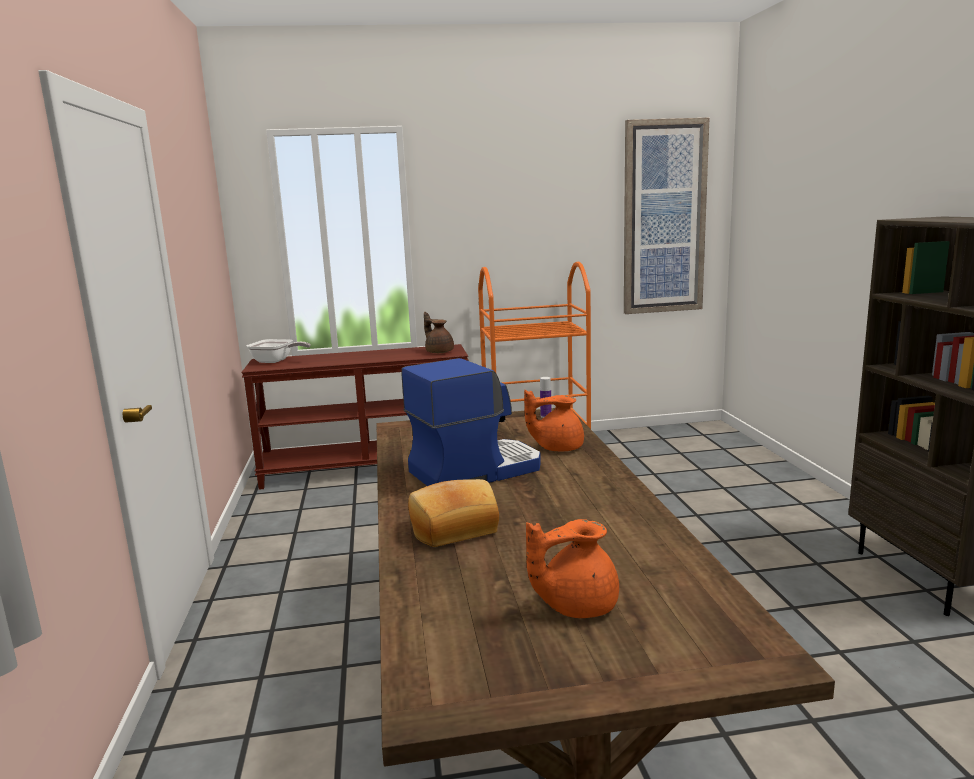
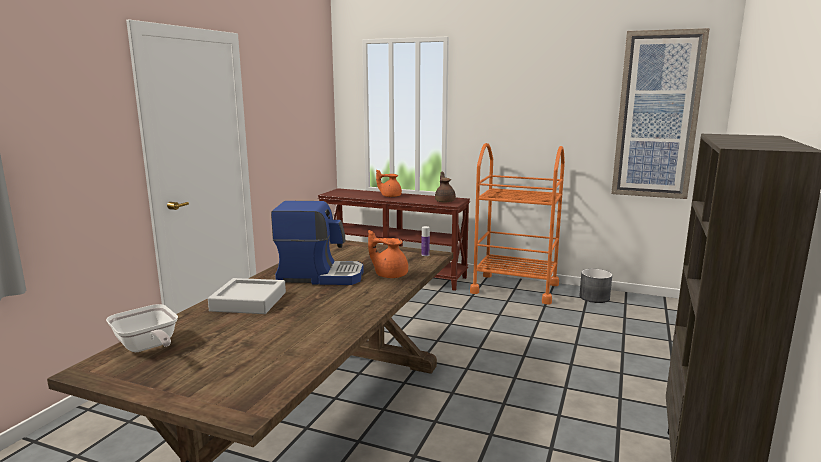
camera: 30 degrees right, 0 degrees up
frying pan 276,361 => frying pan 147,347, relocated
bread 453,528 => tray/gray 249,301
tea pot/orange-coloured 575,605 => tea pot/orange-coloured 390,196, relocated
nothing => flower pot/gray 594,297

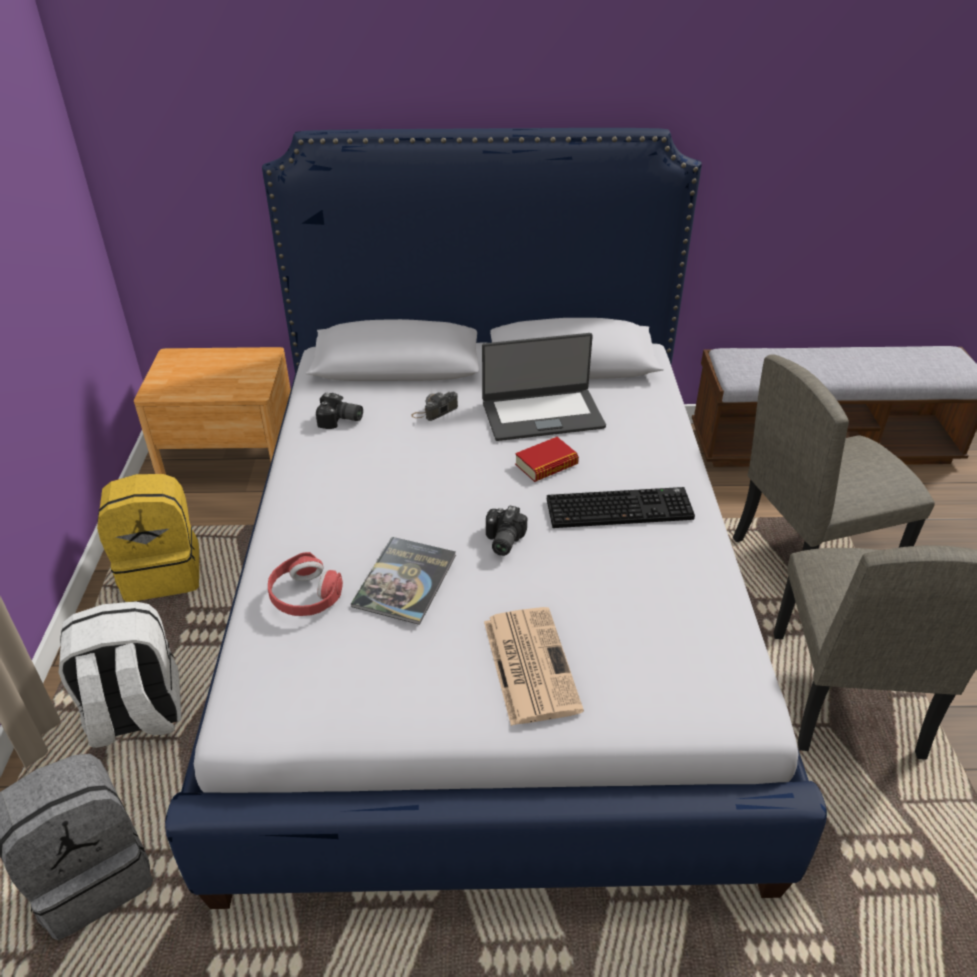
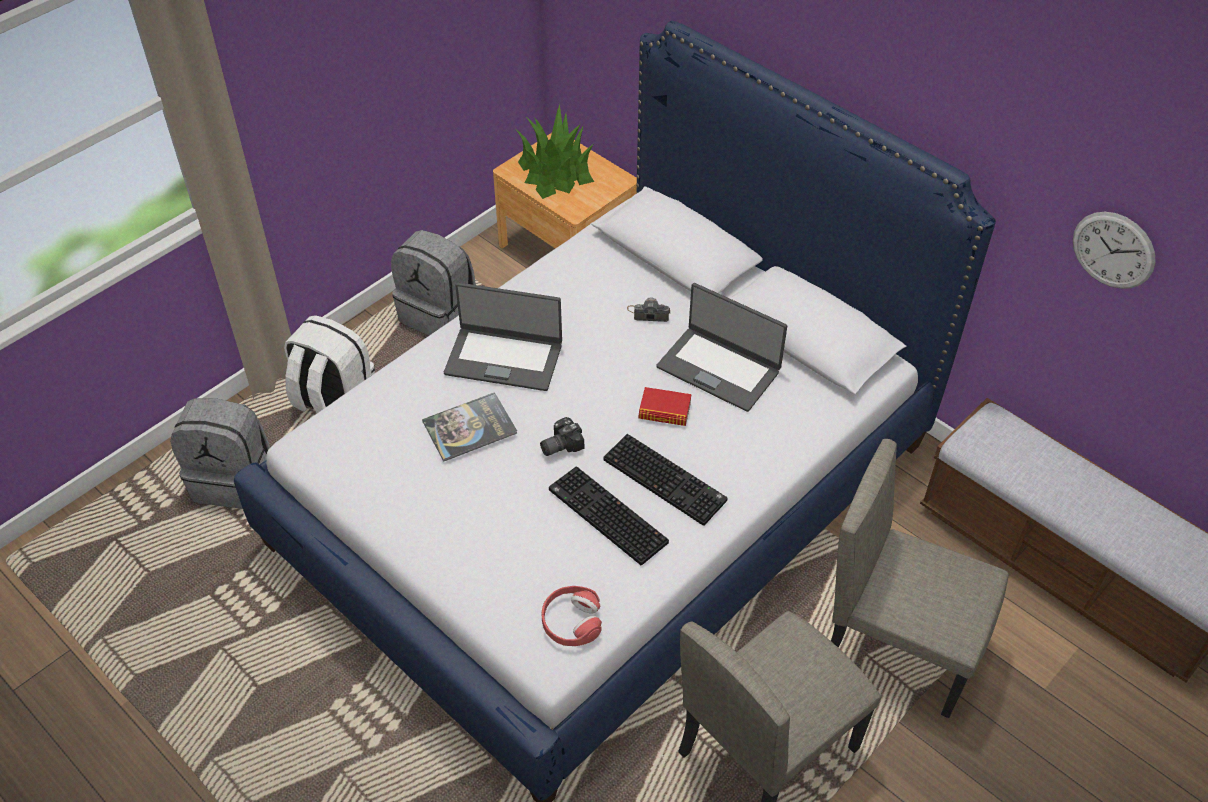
camera: 45 degrees right, 10 degrees up
photo camera 340,421 => nothing
backpack/yellow 163,572 => backpack/gray 439,314
pair of headphones/reddish 305,595 => pair of headphones/reddish 571,621, relocated
newspaper 529,663 => nothing
nothing => houseplant 555,171
nothing => clock on the wall 1113,250
nothing => notebook computer 504,358
nothing => keyboard 605,516

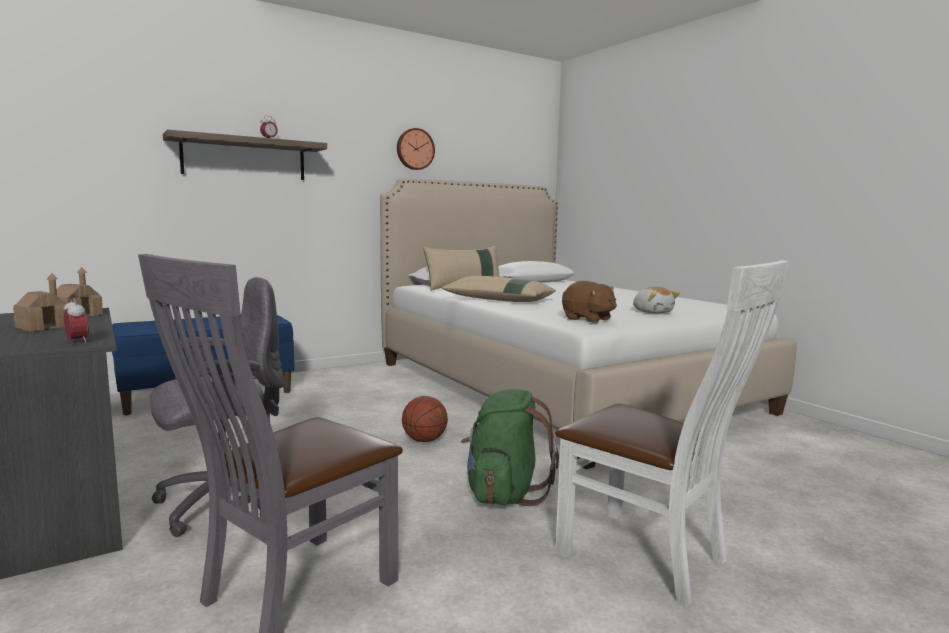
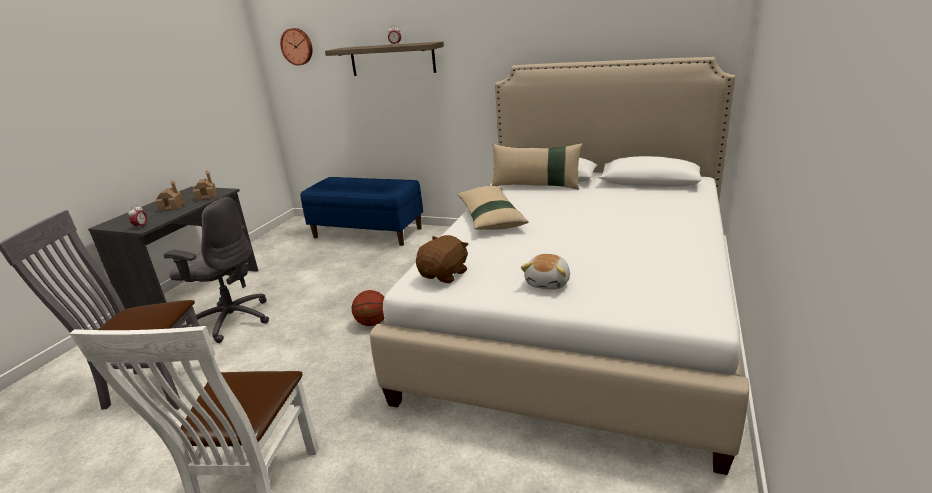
camera: 55 degrees right, 15 degrees up
clock on the wall 414,149 => clock on the wall 297,46, relocated
plush toy/brownish 588,319 => plush toy/brownish 444,274, 150 degrees counterclockwise
backpack/green-coloured 504,494 => nothing

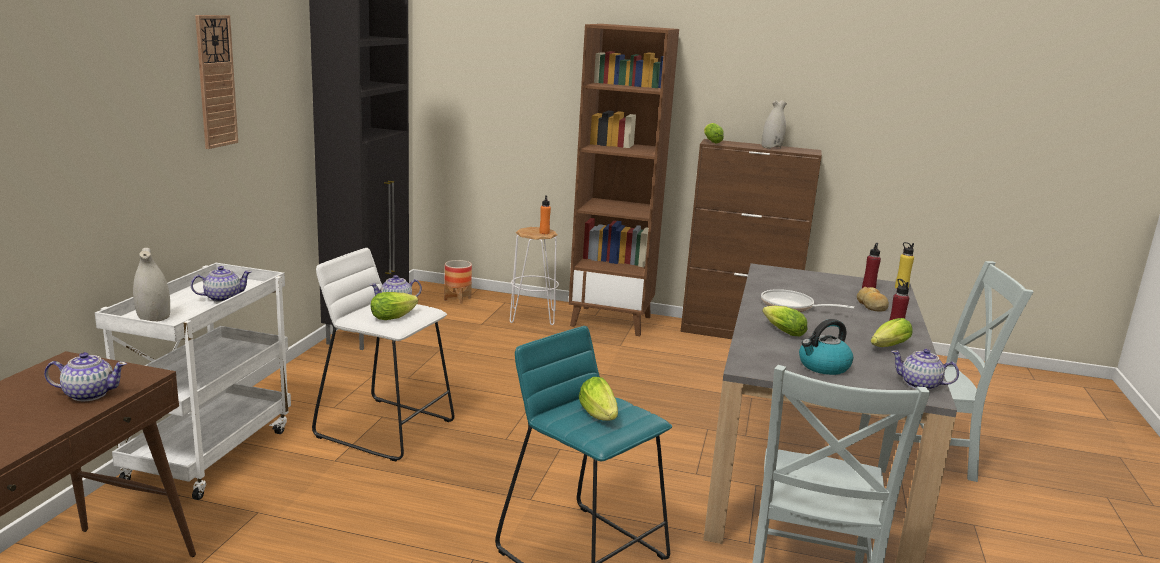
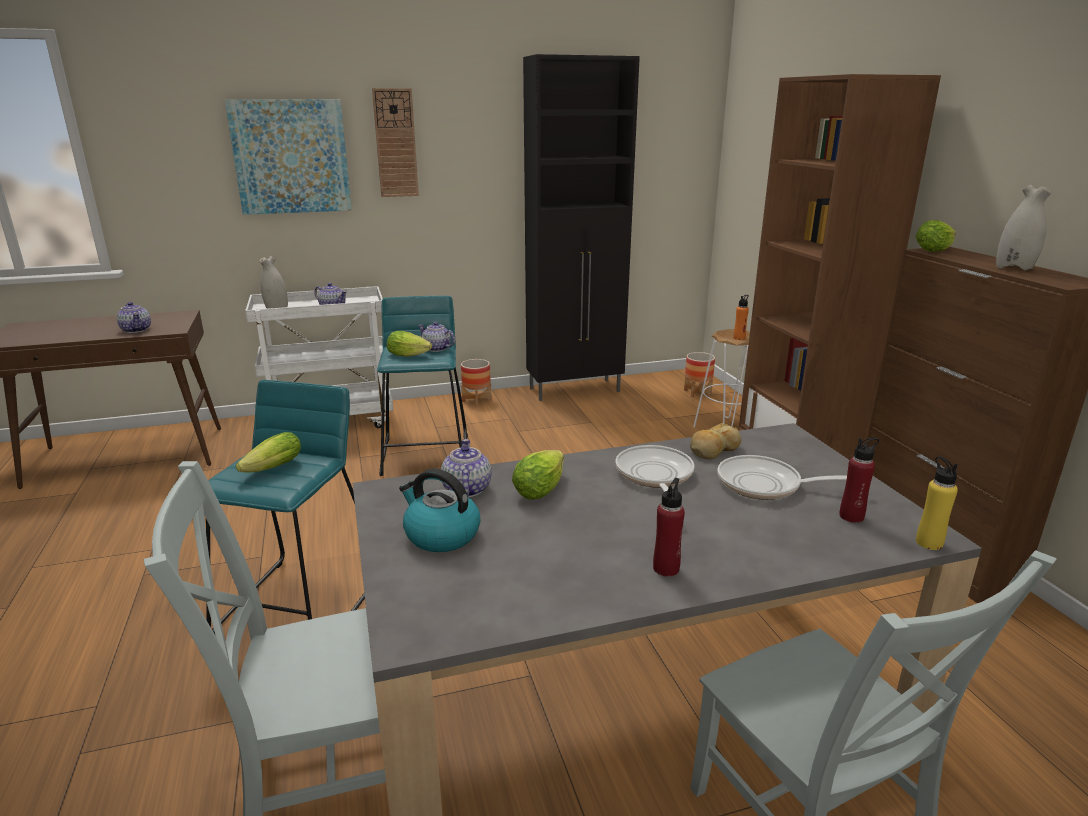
camera: 60 degrees right, 5 degrees up
sitting stool/white-coloured 386,428 => sitting stool/turquoise-coloured 426,454
bread 871,305 => bread 713,450, relocated
lettuce 886,347 => nothing
tea pot 920,385 => tea pot 466,489, relocated
nothing => picture 291,157
nothing => flower pot 476,400
nothing => frying pan 766,485

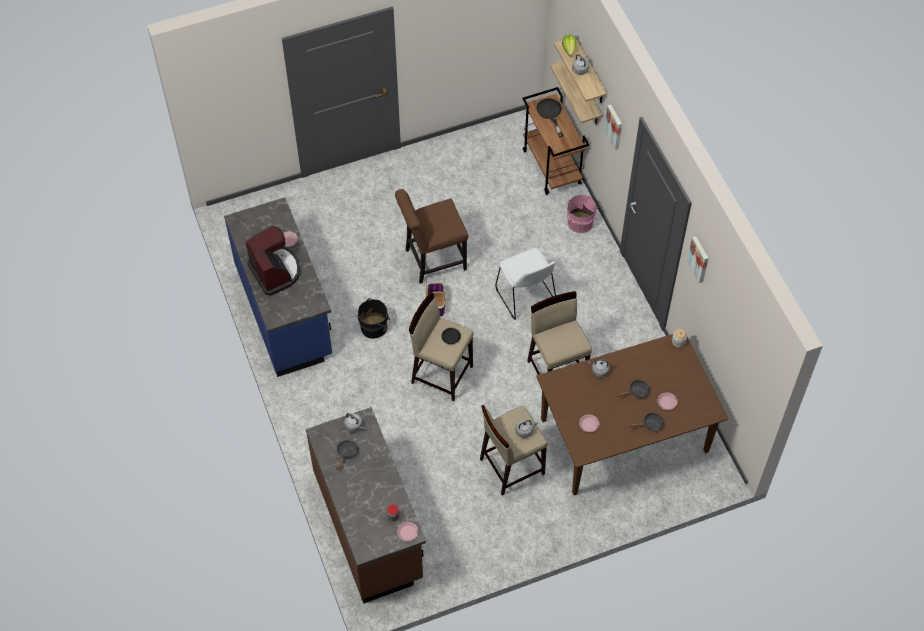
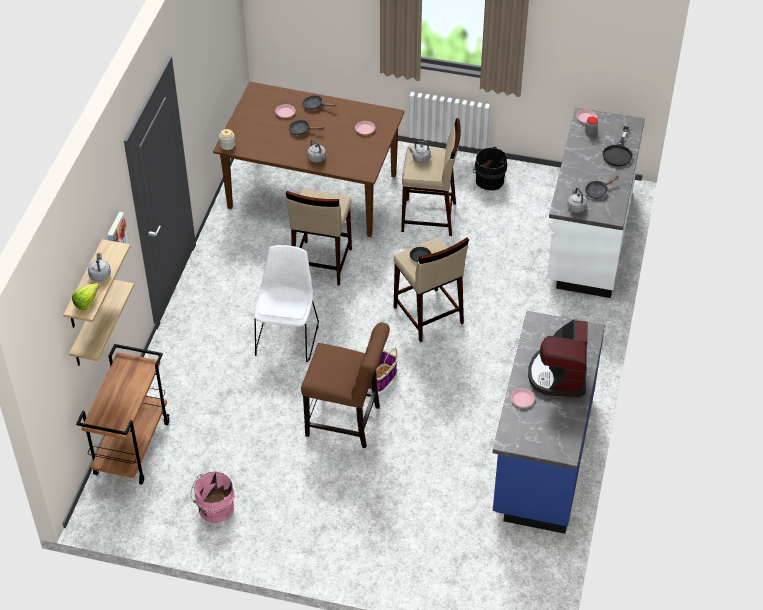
camera: 145 degrees left, 10 degrees down
frying pan/blackish 550,113 => frying pan/blackish 618,153, relocated
bucket/pink-coloured 580,221 => bucket/pink-coloured 214,509, relocated
picture 699,259 => nothing
bucket/blackish 375,326 => bucket/blackish 488,180, relocated
kitchen base unit/brownish 369,526 => kitchen base unit/white-coloured 588,237

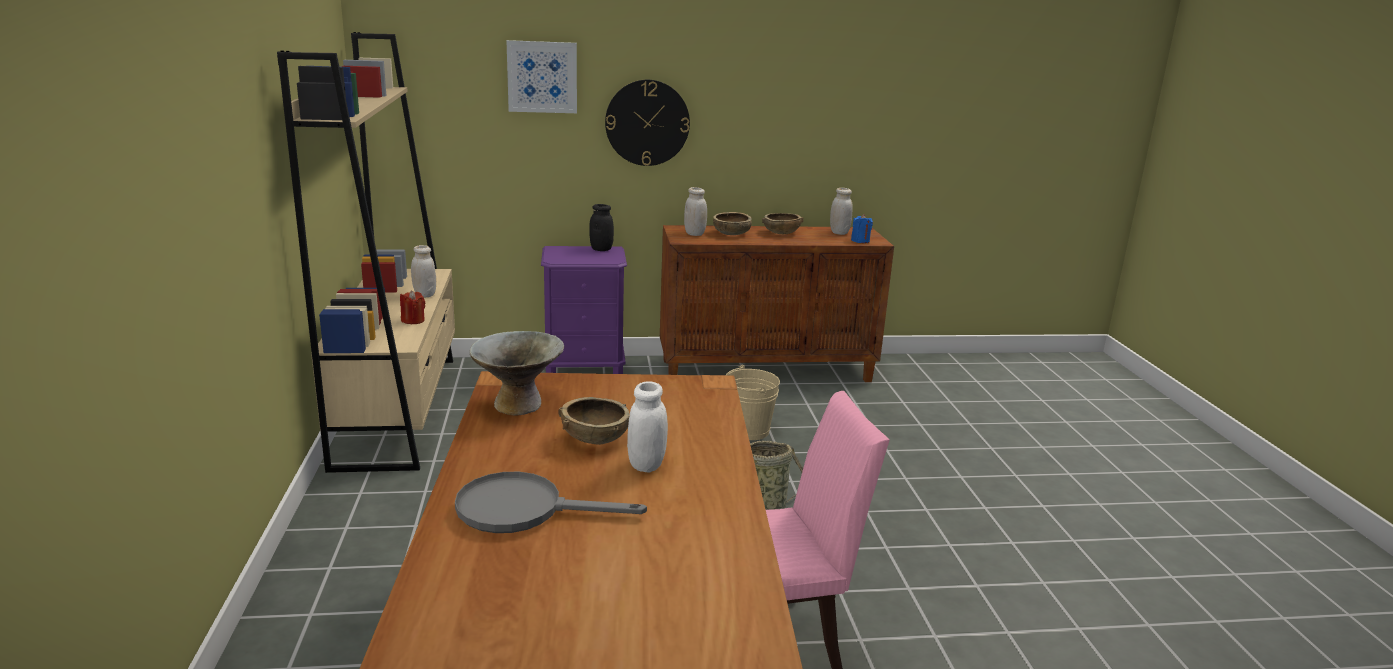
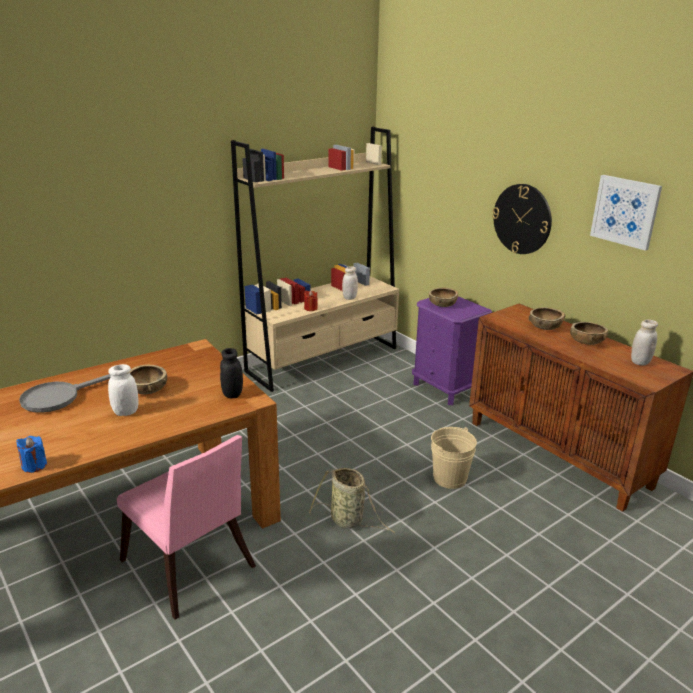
camera: 60 degrees right, 5 degrees up
picture 542,77 => picture 625,211, relocated
jar/white-coloured 694,234 => nothing
jar/blackish 601,249 => jar/blackish 232,394, relocated
wax light/blue 860,241 => wax light/blue 34,465, relocated
deep dish/gray 518,404 => nothing
frying pan/gray 524,509 => frying pan/gray 58,397, 105 degrees counterclockwise
nothing => deep dish/brownish 442,305

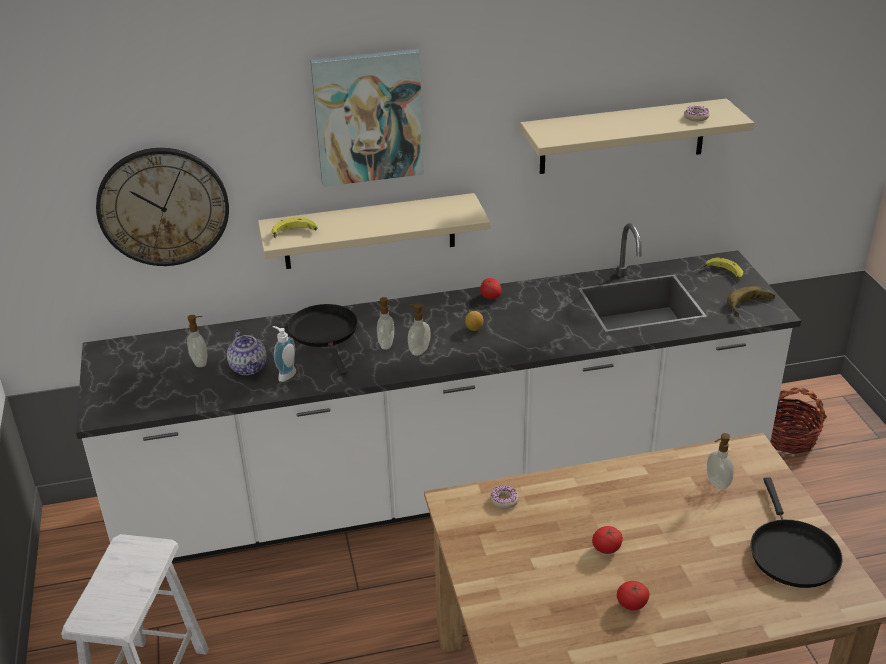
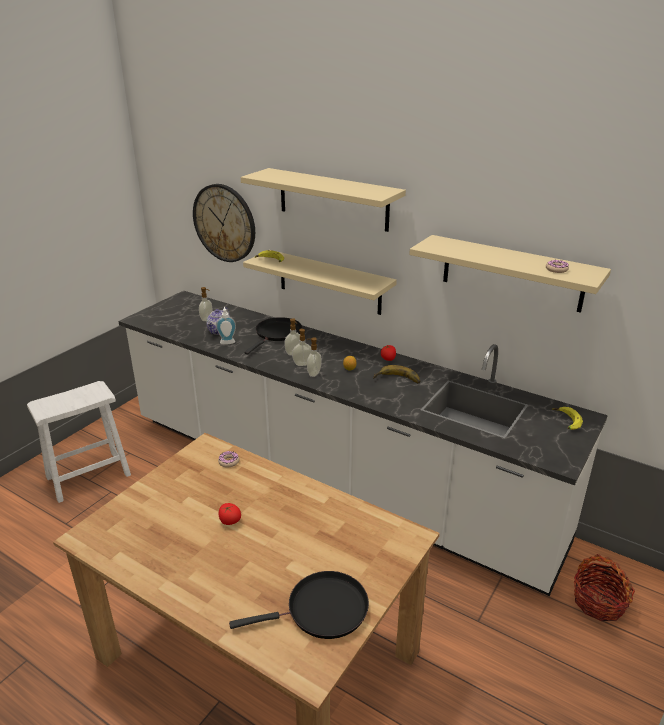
camera: 45 degrees right, 5 degrees down
picture 368,117 => shelf/beige 333,199
whole banana 752,306 => whole banana 397,380, relocated
liquid soap bottle 716,483 => liquid soap bottle 313,373, relocated
frying pan/blackish 791,553 => frying pan/blackish 322,610, 150 degrees counterclockwise
whole tomato 631,604 => nothing

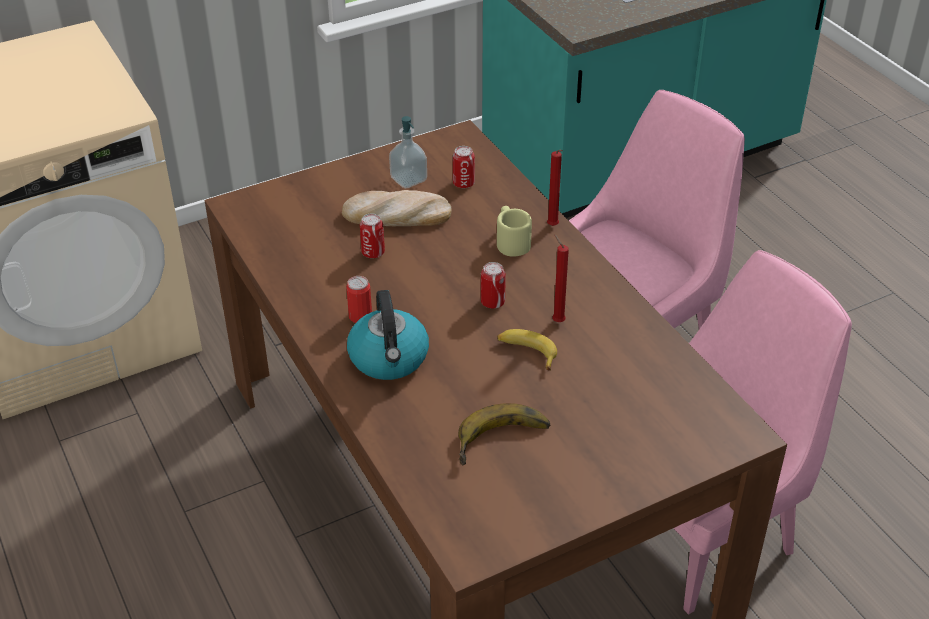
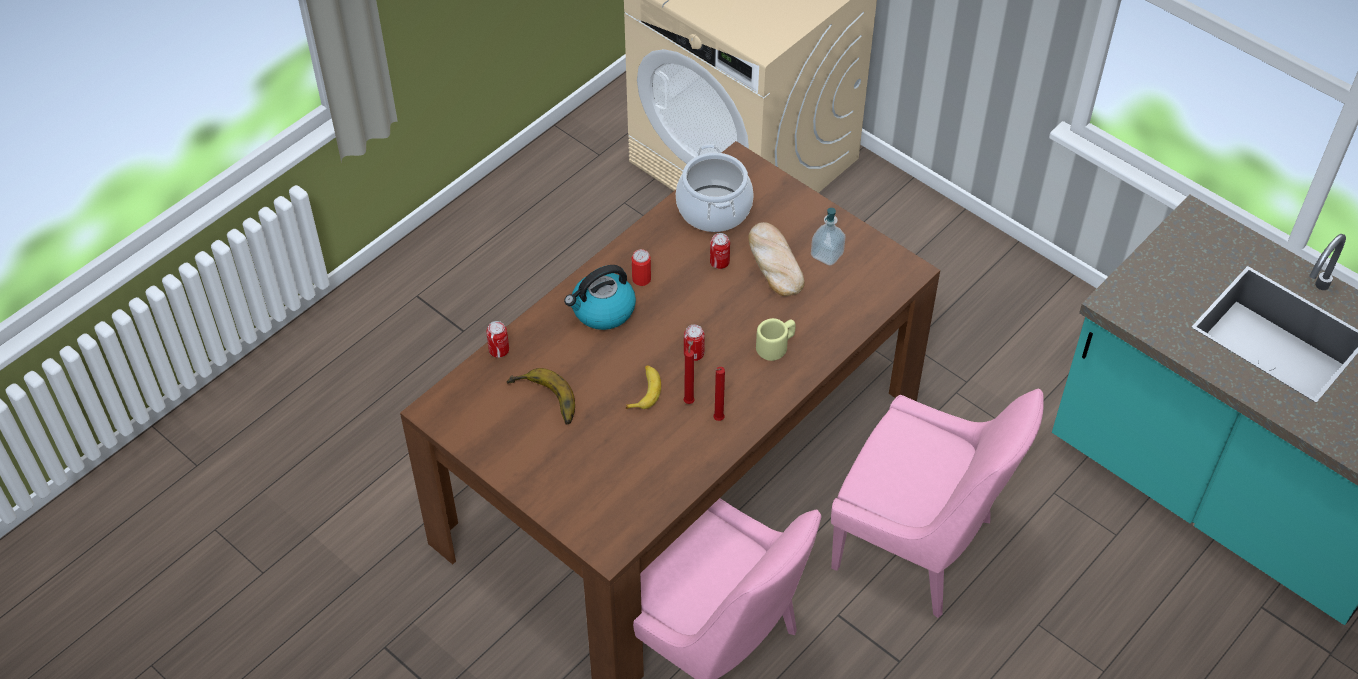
camera: 70 degrees right, 10 degrees up
can 463,183 => can 499,350, relocated
wax light/reddish 553,227 => wax light/reddish 717,420, relocated
nothing => saucepot 713,209

